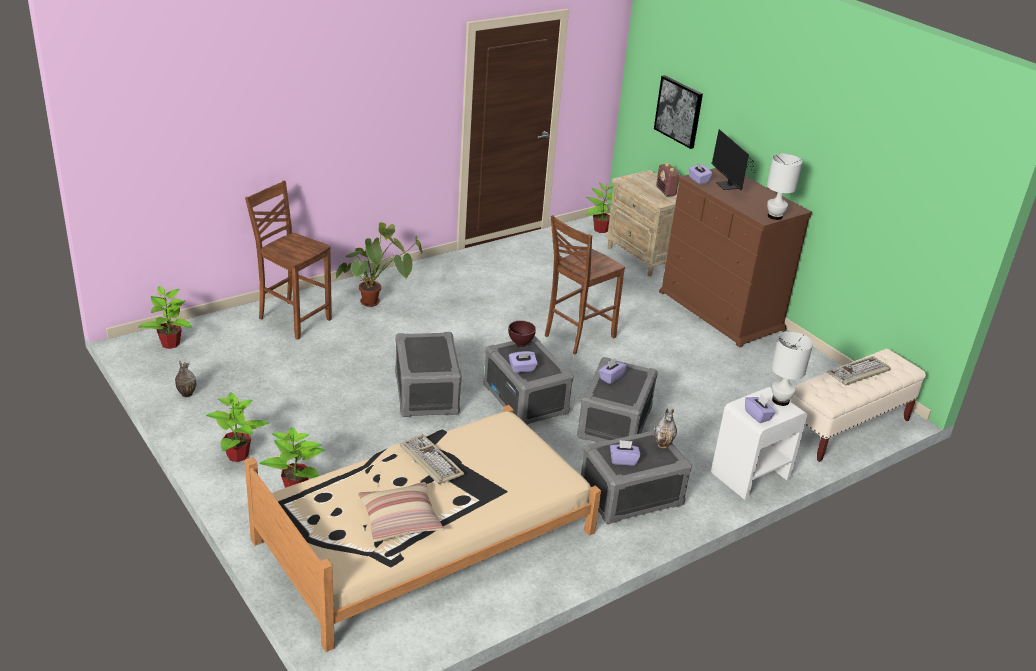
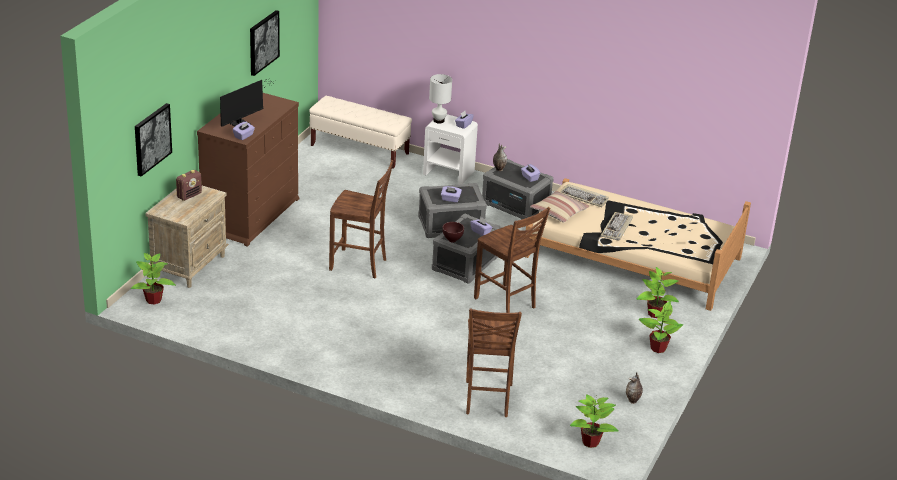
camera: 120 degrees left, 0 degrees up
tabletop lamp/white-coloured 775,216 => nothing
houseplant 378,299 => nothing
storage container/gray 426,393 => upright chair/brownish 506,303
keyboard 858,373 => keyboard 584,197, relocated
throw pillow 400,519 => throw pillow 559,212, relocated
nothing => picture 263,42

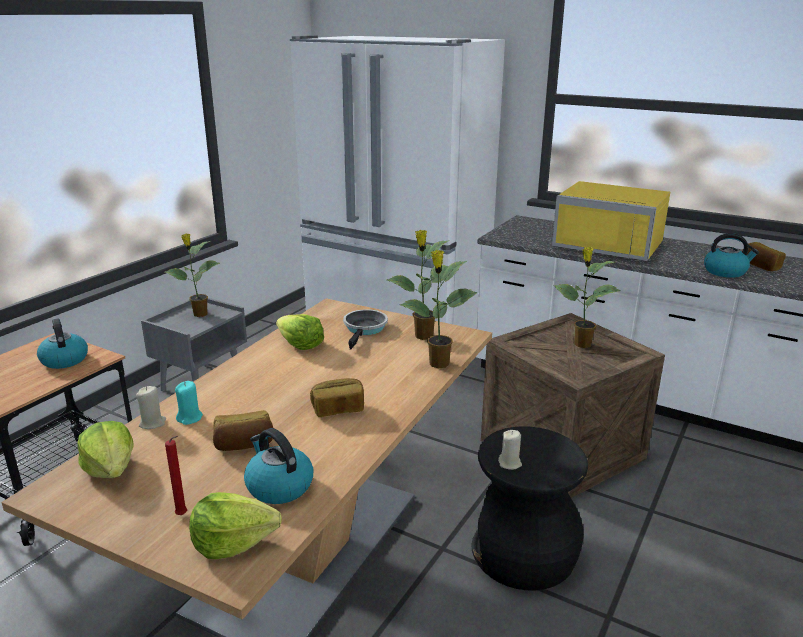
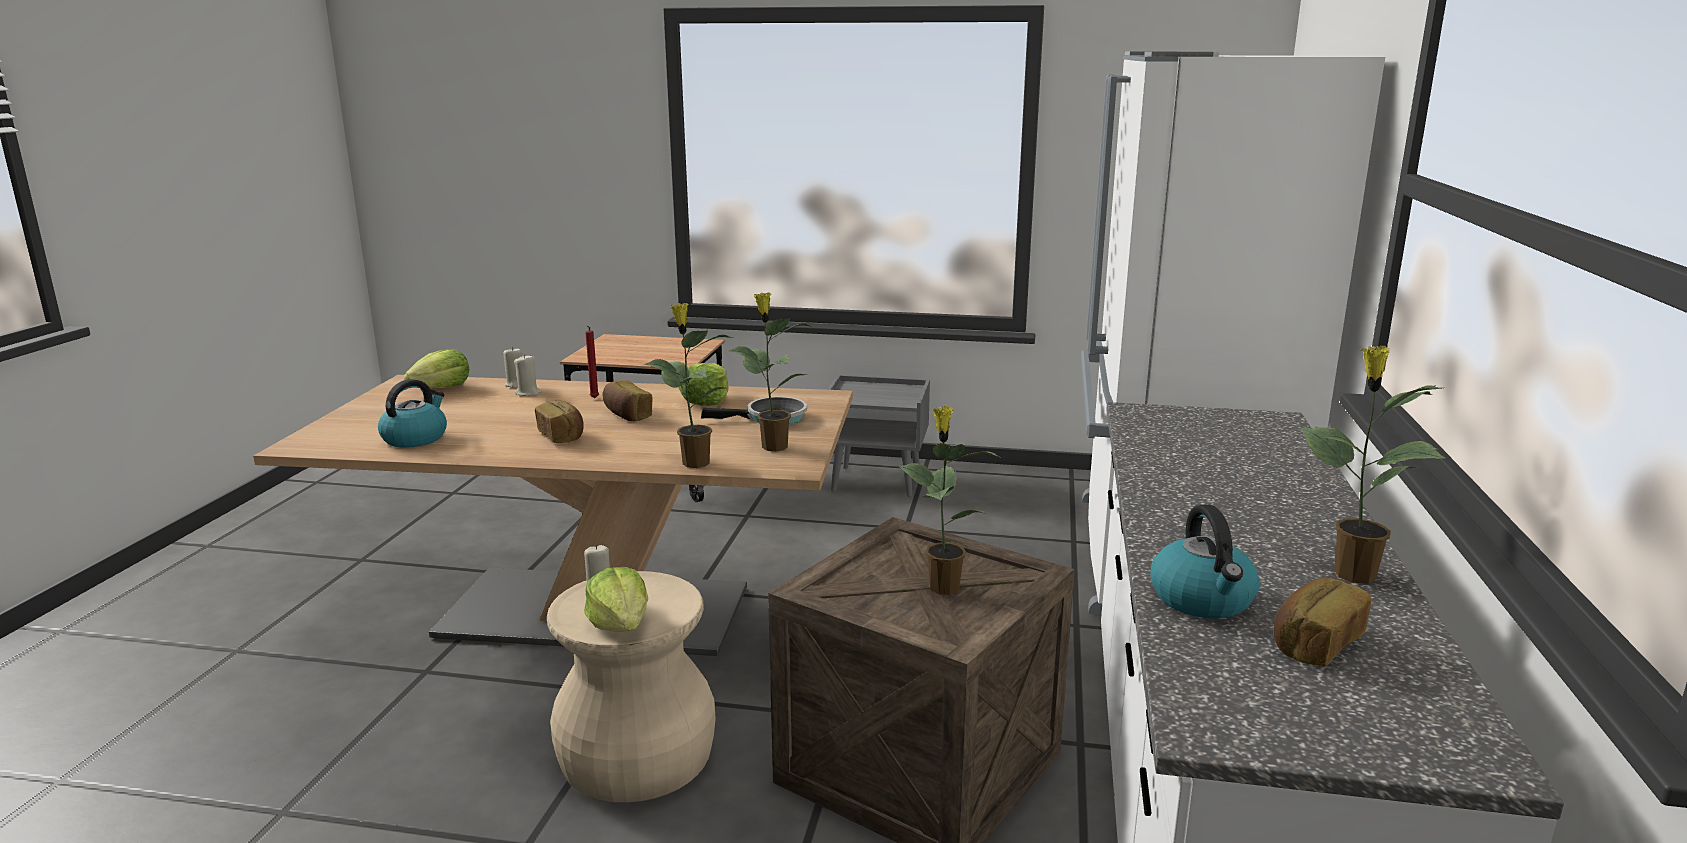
camera: 70 degrees right, 5 degrees down
microwave/yellow 610,244 => nothing
houseplant 199,314 => houseplant 1351,574, relocated
kettle 64,360 => nothing
wax light/turquoise-coloured 190,418 => wax light/beige 528,393
bread 244,444 => bread 627,415, relocated
sitting stool/blackish 524,554 => sitting stool/beige 635,759
wax light/reddish 183,515 => wax light/reddish 594,398, relocated
lettuce 233,542 => lettuce 621,624, relocated

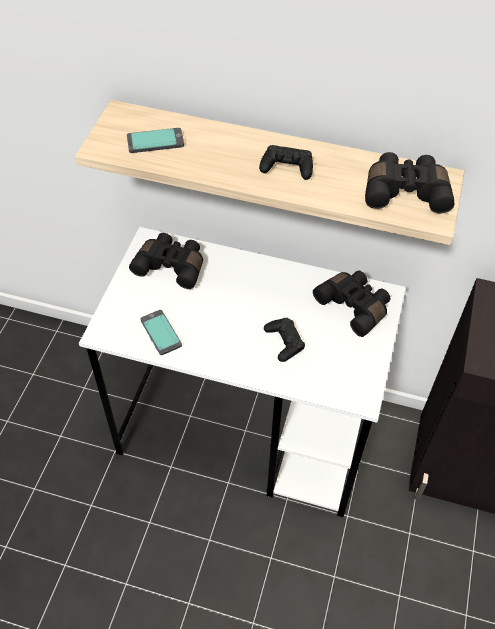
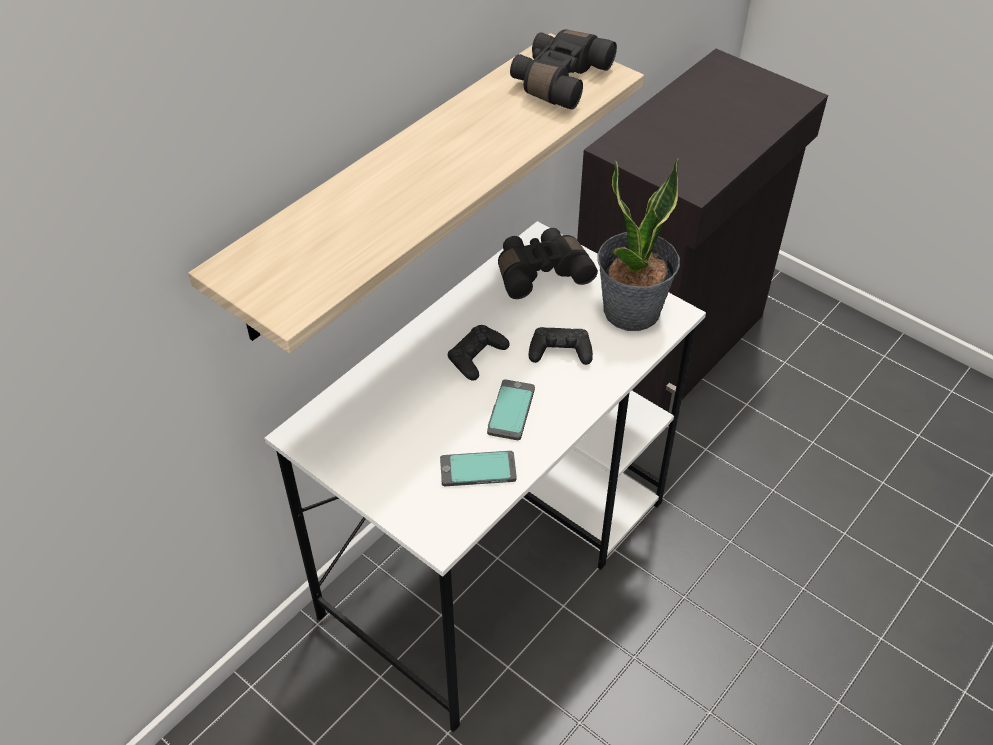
camera: 65 degrees left, 5 degrees down
telephone 155,141 => telephone 510,410, relocated
game controller/blackish 287,167 => game controller/blackish 477,357, relocated
binoculars/blackish 171,266 => nothing
nothing => houseplant 632,312

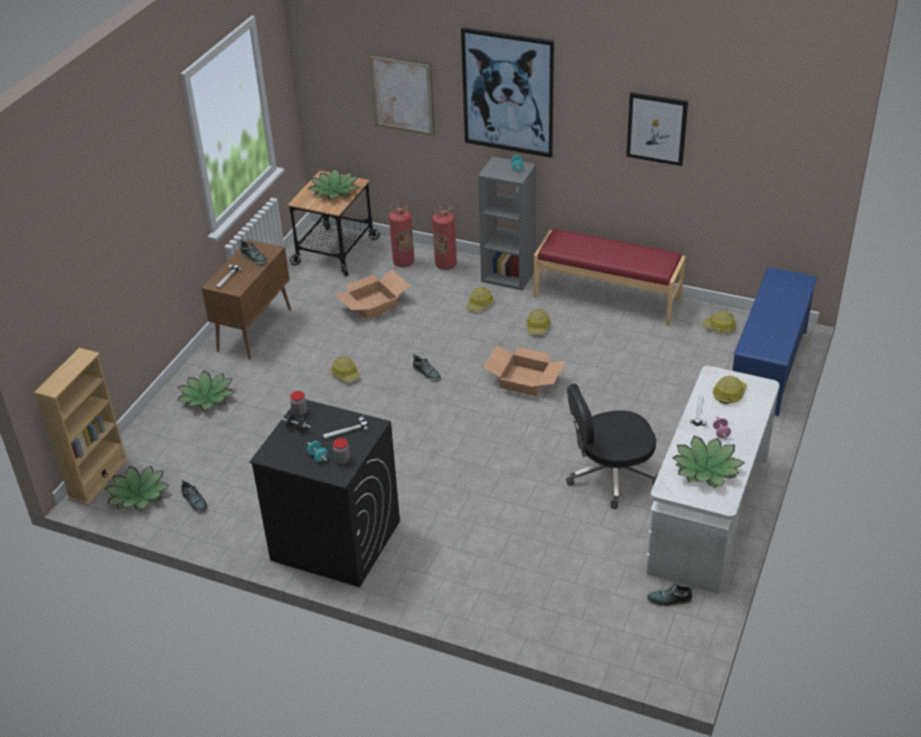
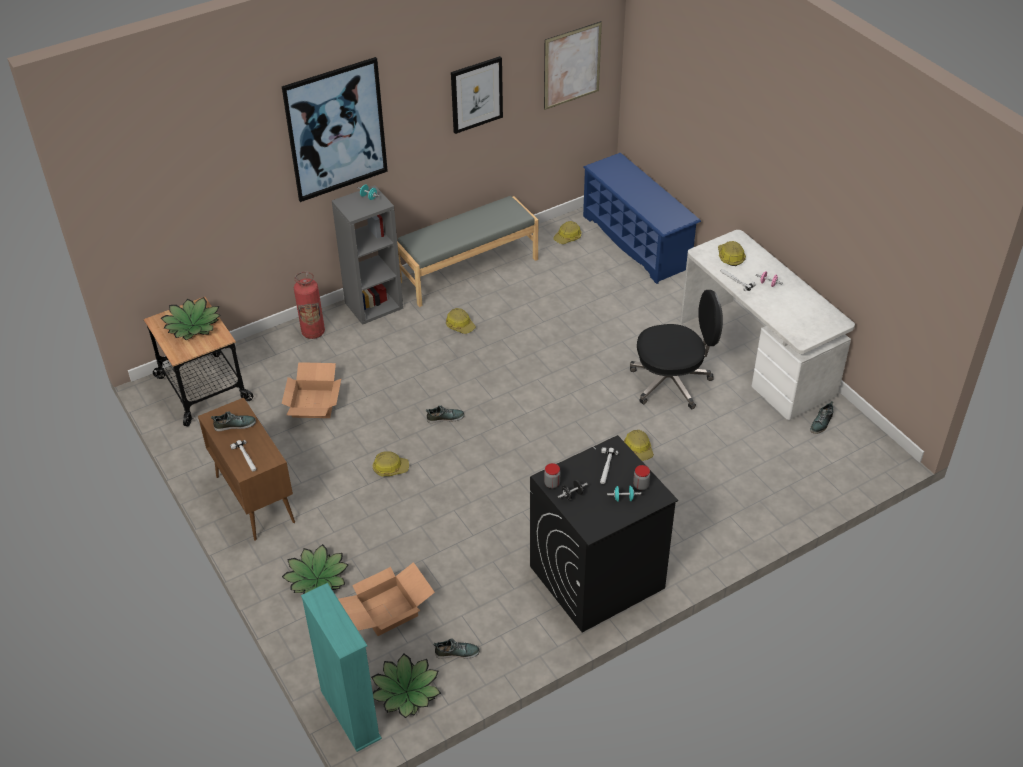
camera: 55 degrees left, 5 degrees up
picture 402,95 => picture 572,65, relocated
fire extinguisher 403,262 => nothing
indoor bench/reddish 607,297 => indoor bench/gray 467,270
safety helmet 480,304 => safety helmet 638,449, relocated
cardboard box 523,380 => cardboard box 387,611, relocated
bookcase/beige 98,478 => bookcase/turquoise-coloured 350,714
office chair/blackish 610,476 => office chair/blackish 672,382, 120 degrees counterclockwise
houseplant 706,469 => nothing

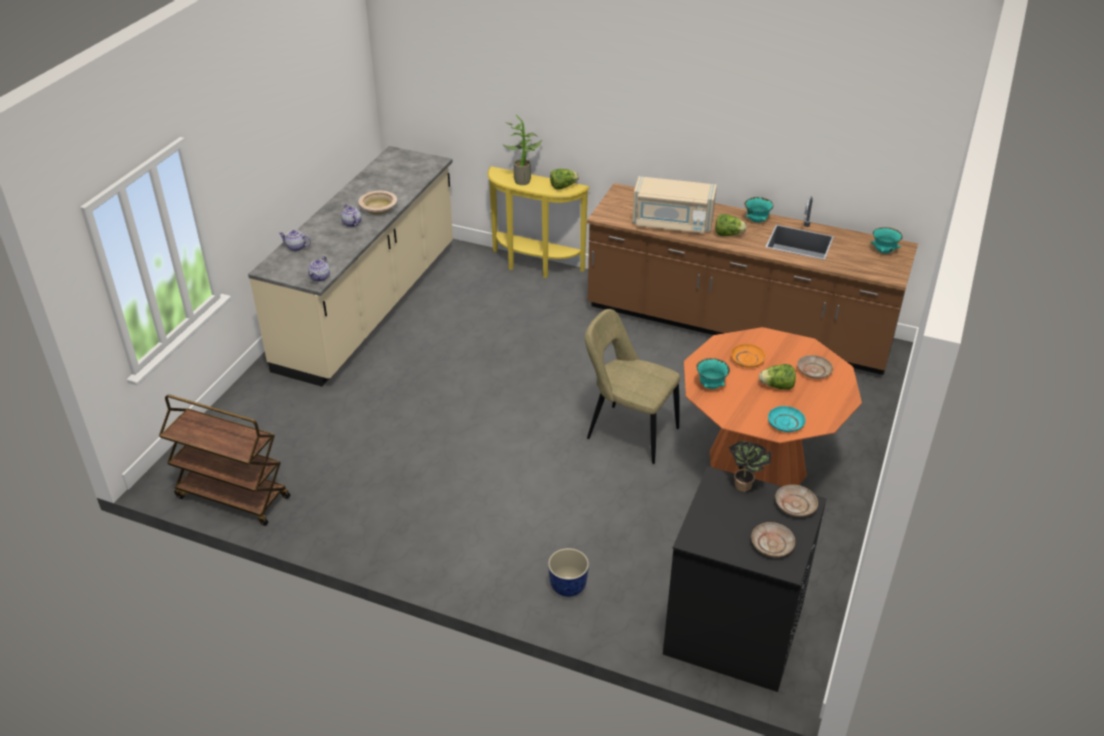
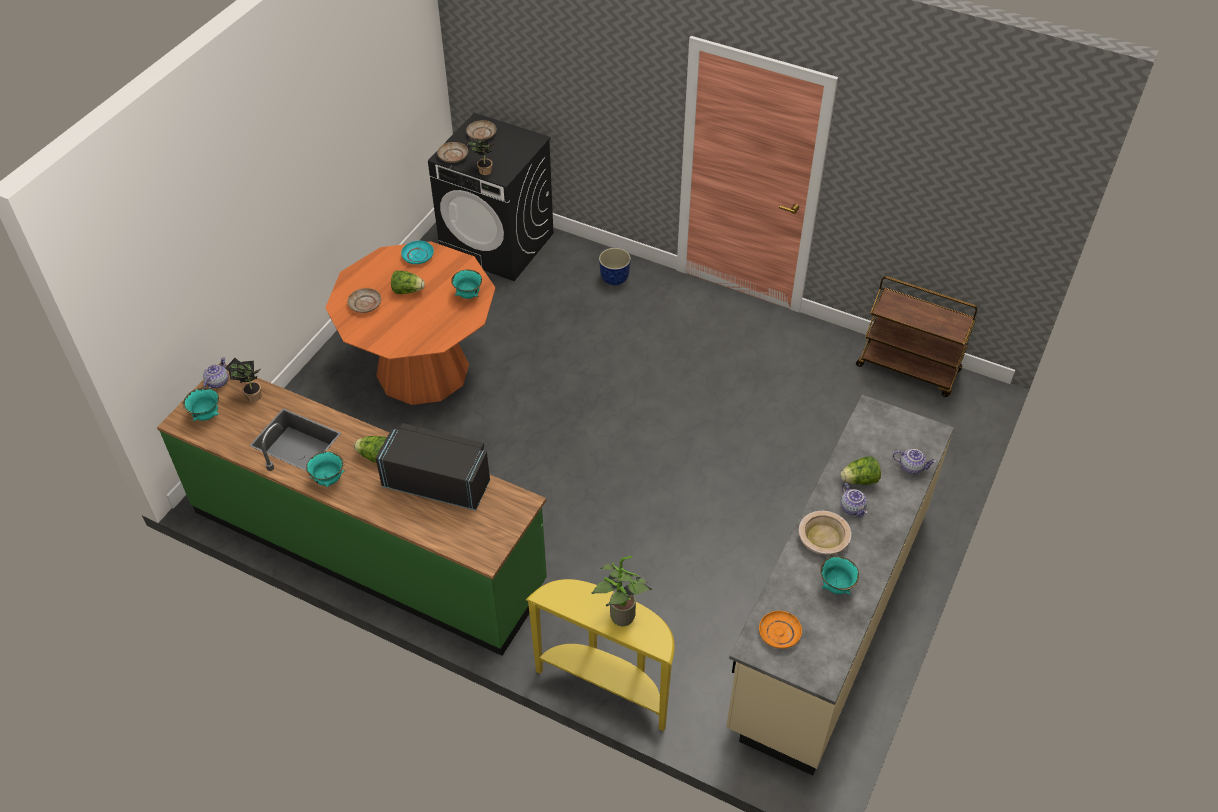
camera: 175 degrees left, 10 degrees up
lettuce 563,186 => lettuce 859,480, relocated
microwave/beige 672,223 => microwave/blackish 438,483
kitchen base unit/brownish 737,326 => kitchen base unit/green-coloured 368,546
tea pot 320,277 => tea pot 217,382, relocated
upright chair/beige 628,432 => nothing
plate/orange-coloured 747,360 => plate/orange-coloured 779,633, relocated
nothing => houseplant 251,395
nothing => deep dish/turquoise-coloured 835,587

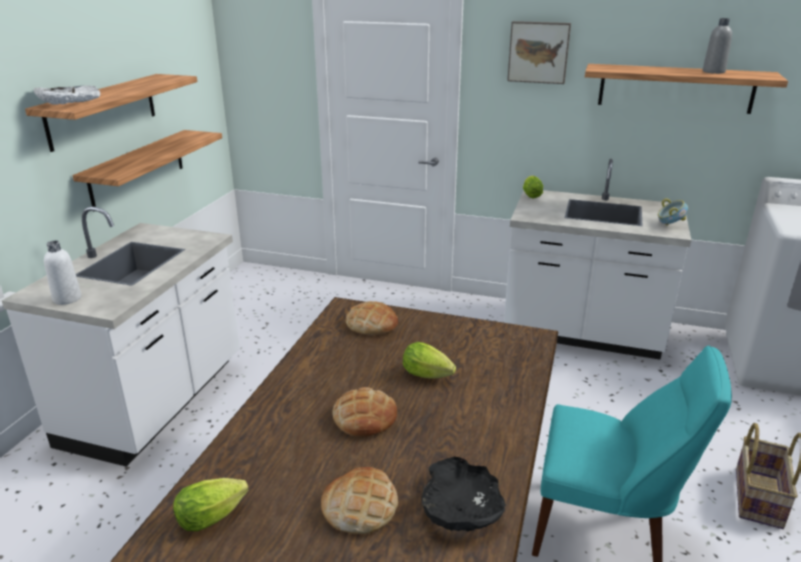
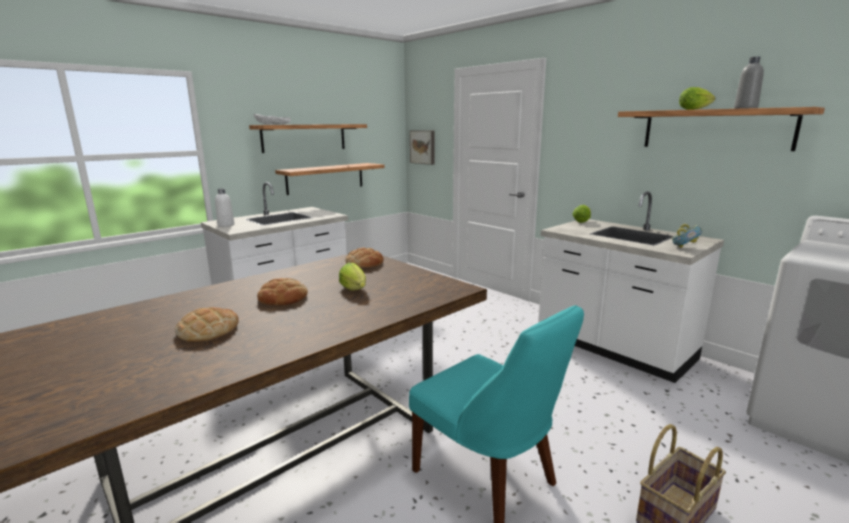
camera: 30 degrees right, 10 degrees down
picture 538,52 => picture 423,147, relocated
deep dish/blackish 460,508 => nothing
lettuce 215,516 => lettuce 696,109, relocated

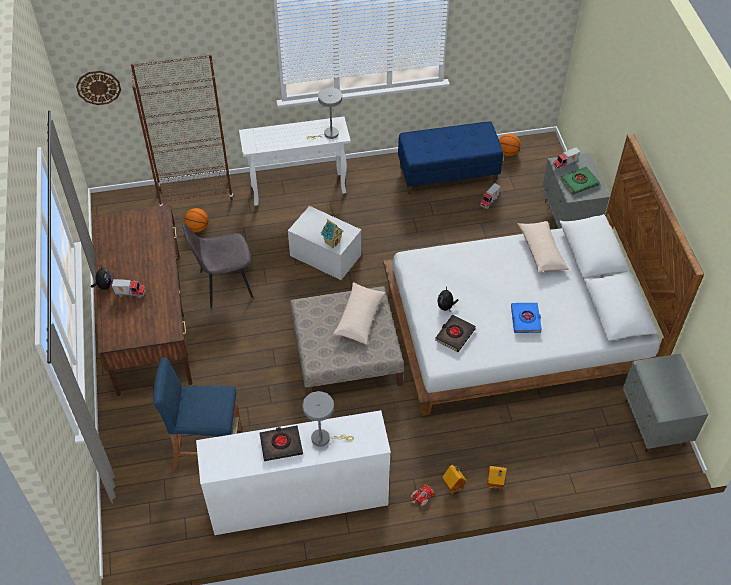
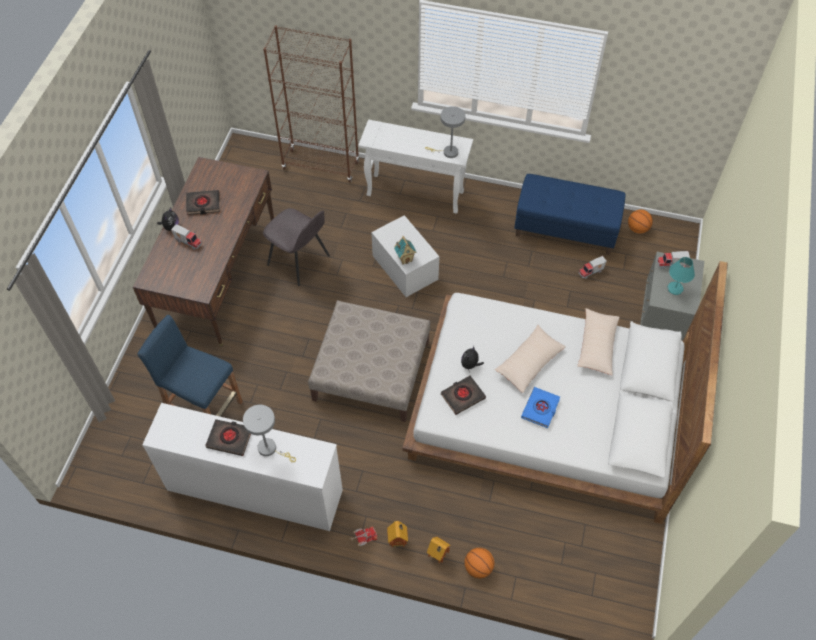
camera: 25 degrees right, 5 degrees up
clock on the wall 98,87 => nothing
book/green-coloured 579,182 => tabletop lamp/turquoise-coloured 674,288
basketball 197,228 => basketball 478,567, relocated
upright chair/gray 224,285 => upright chair/gray 300,261, 150 degrees counterclockwise
throw pillow/beige 359,317 => throw pillow/beige 529,362, relocated
night table/gray 654,424 => nothing
nothing => book/blackish 203,204

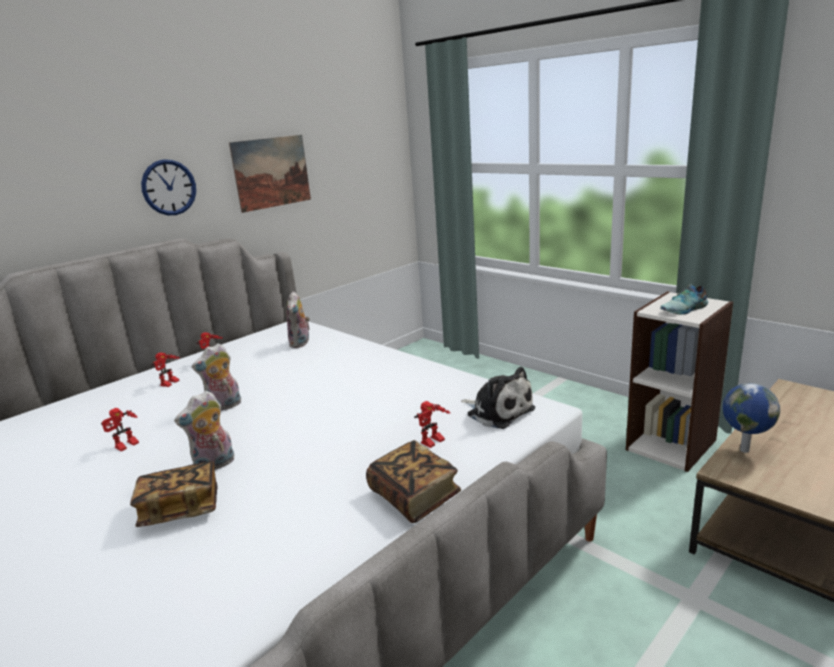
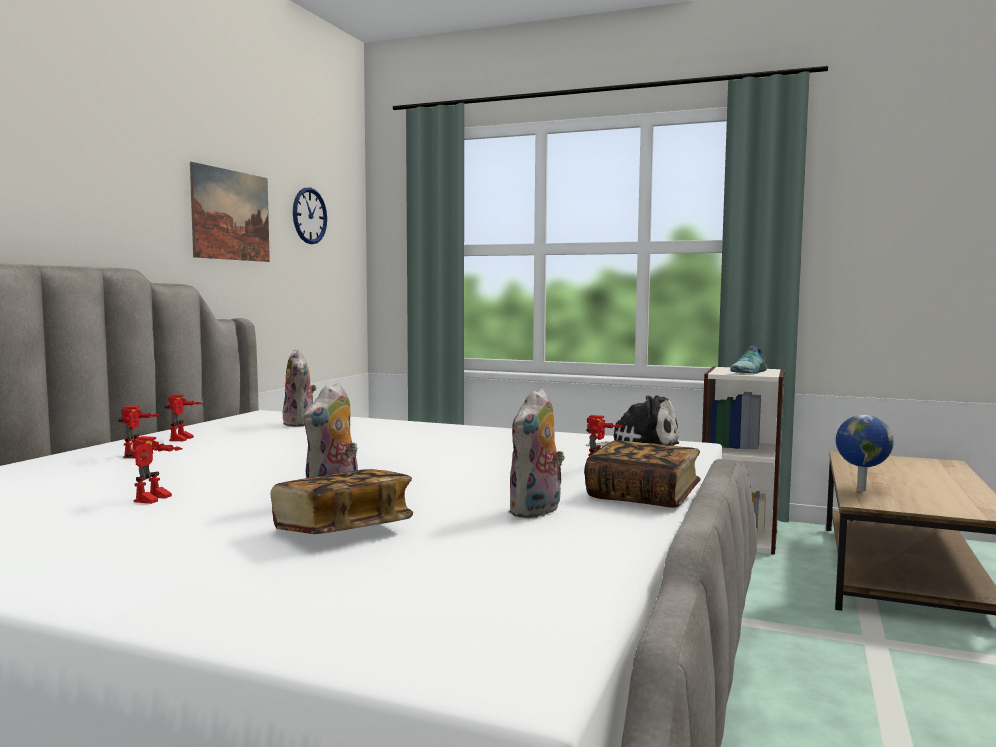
camera: 25 degrees left, 15 degrees down
clock on the wall 169,187 => clock on the wall 309,216, relocated
plush toy 224,407 => plush toy 537,511, relocated

